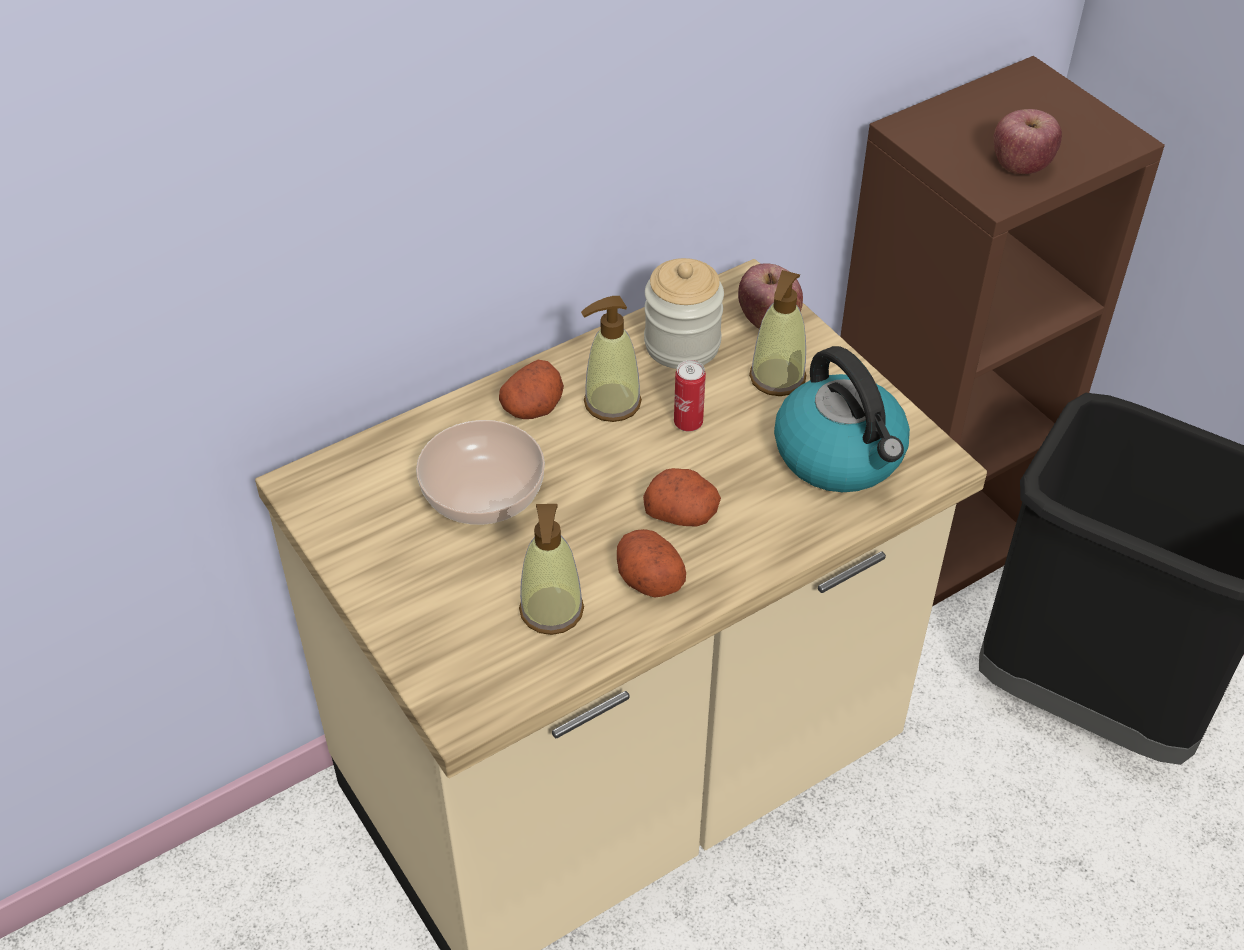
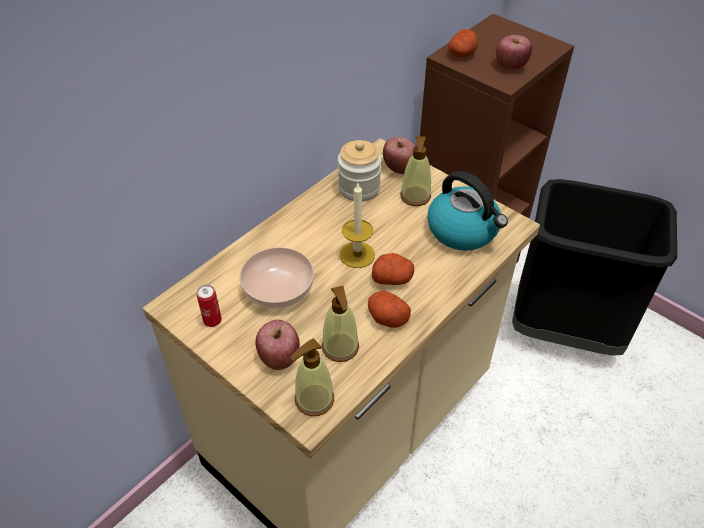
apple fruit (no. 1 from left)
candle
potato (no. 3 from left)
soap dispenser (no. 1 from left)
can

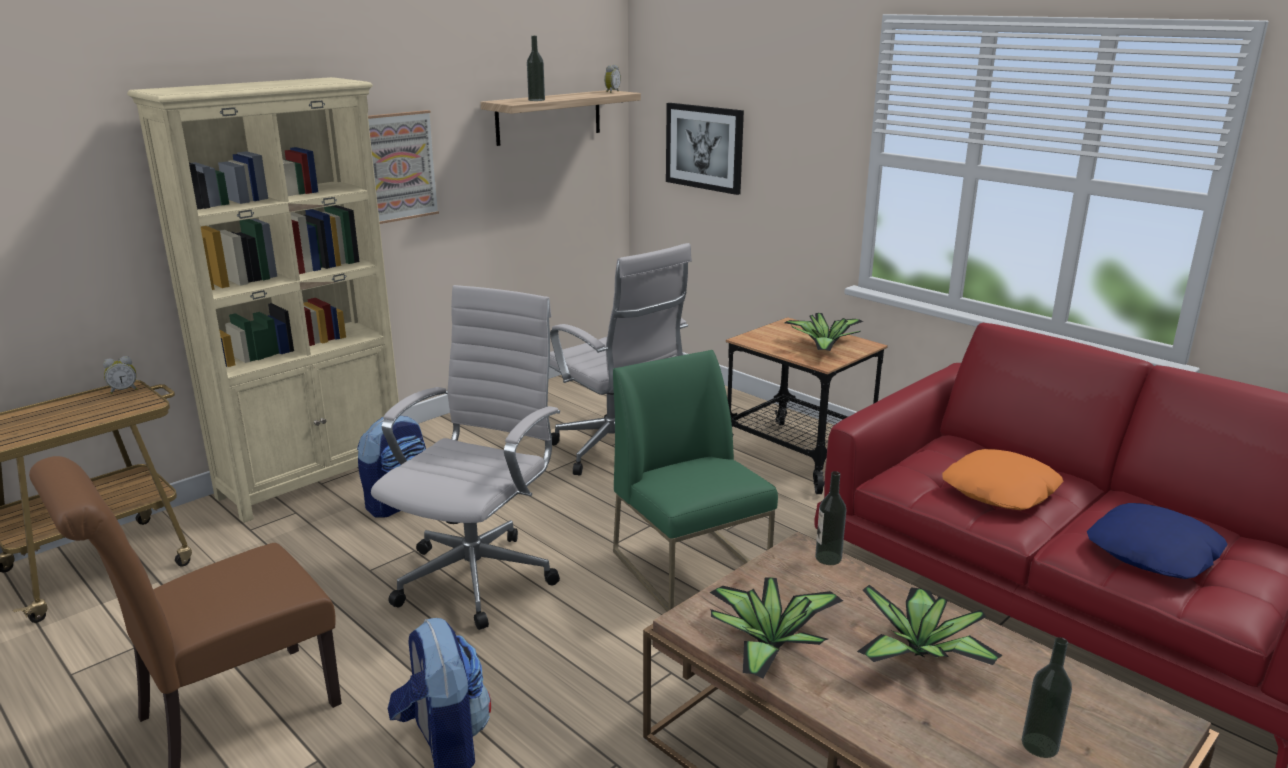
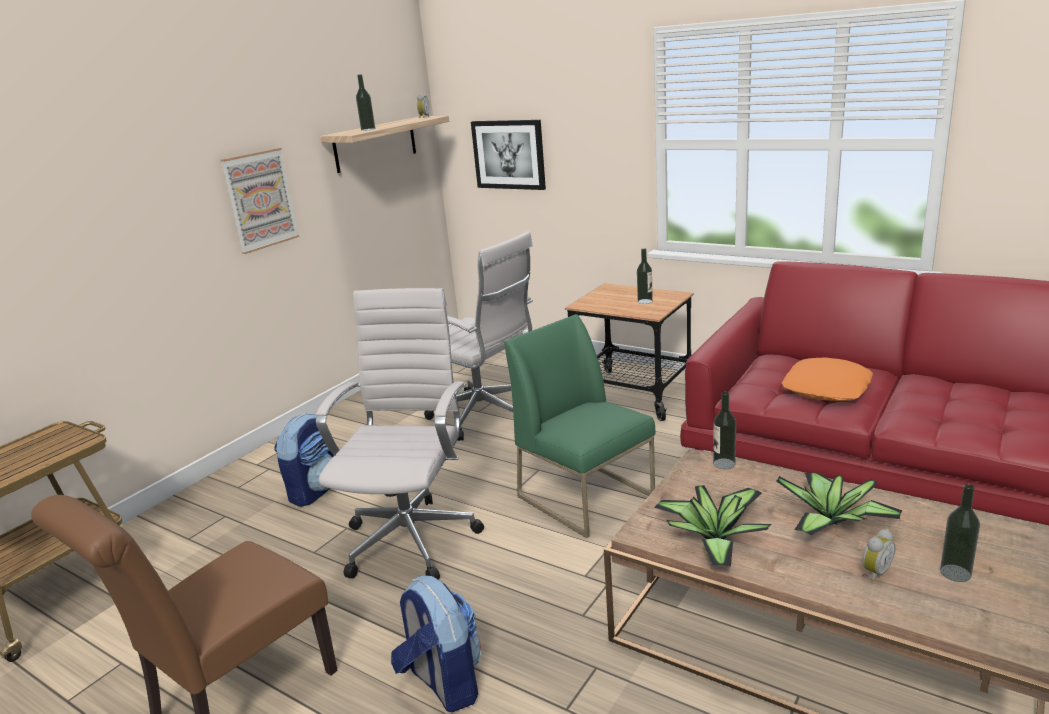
beige-coloured shelving unit
bluish throw pillow
alarm clock (no. 2 from left)
beverage bottle (no. 2 from left)

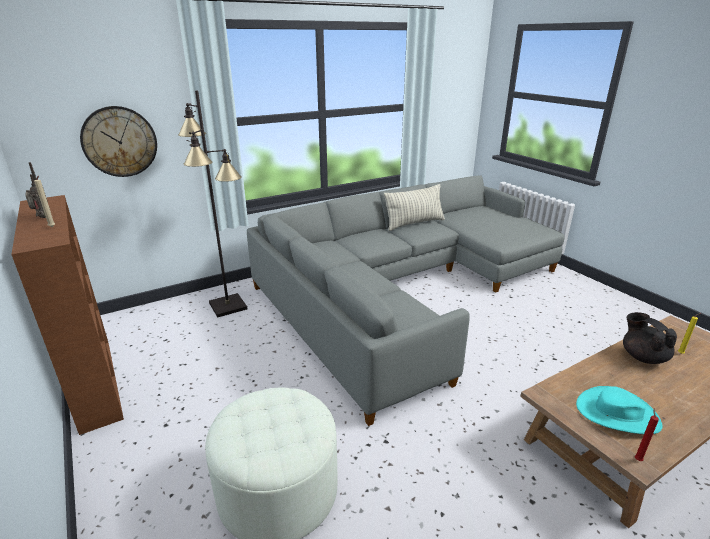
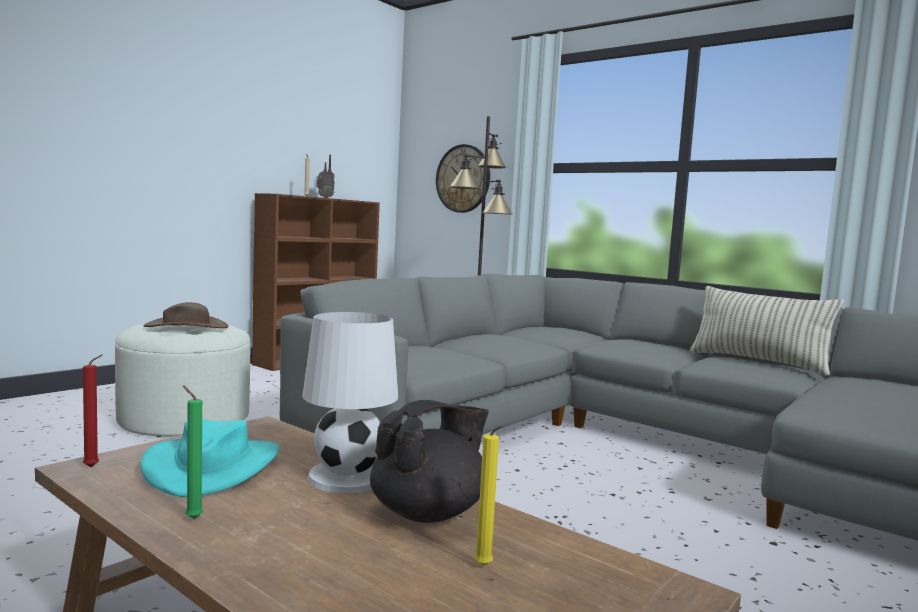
brown clothing hat
green-coloured candle
whitish table lamp

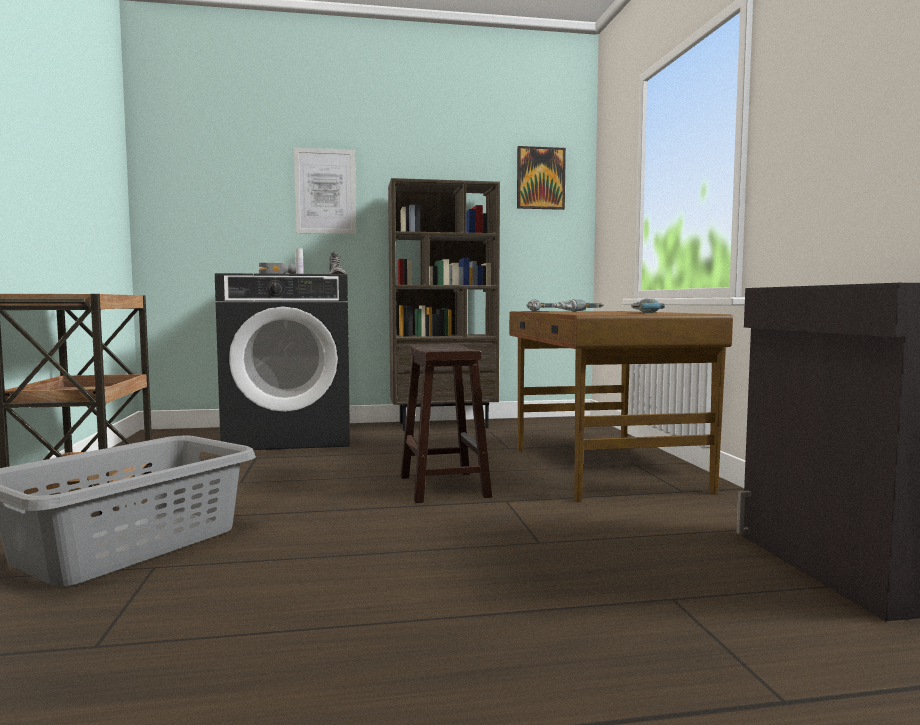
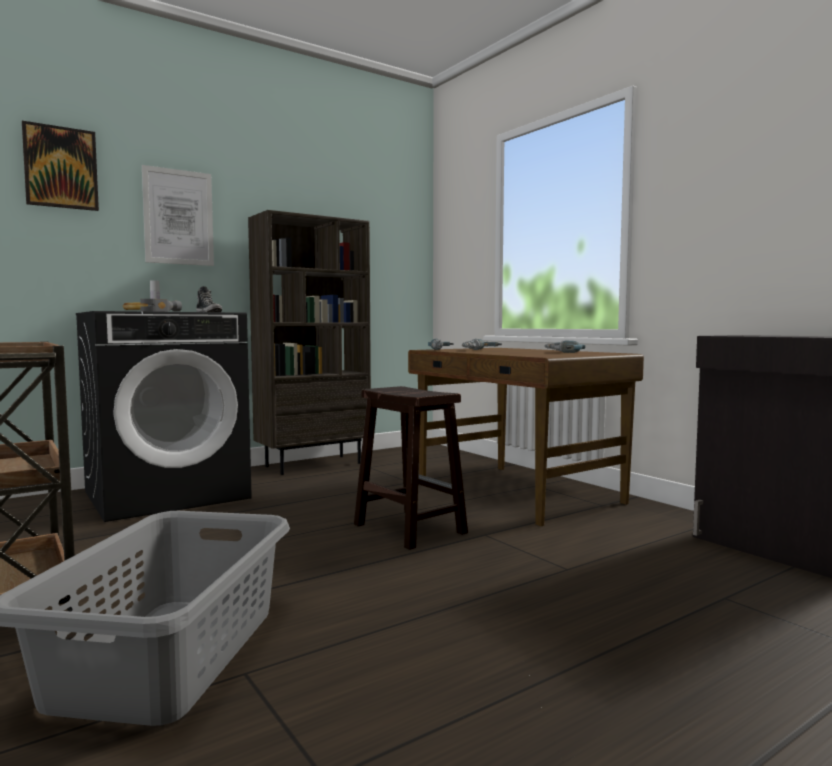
wall art (no. 1 from left)

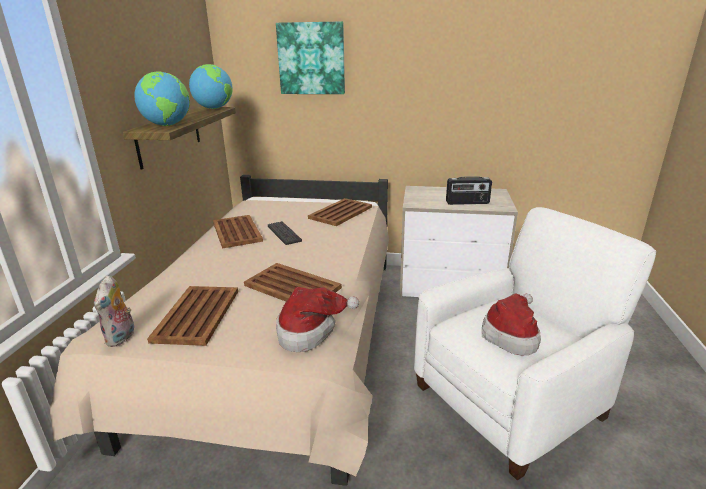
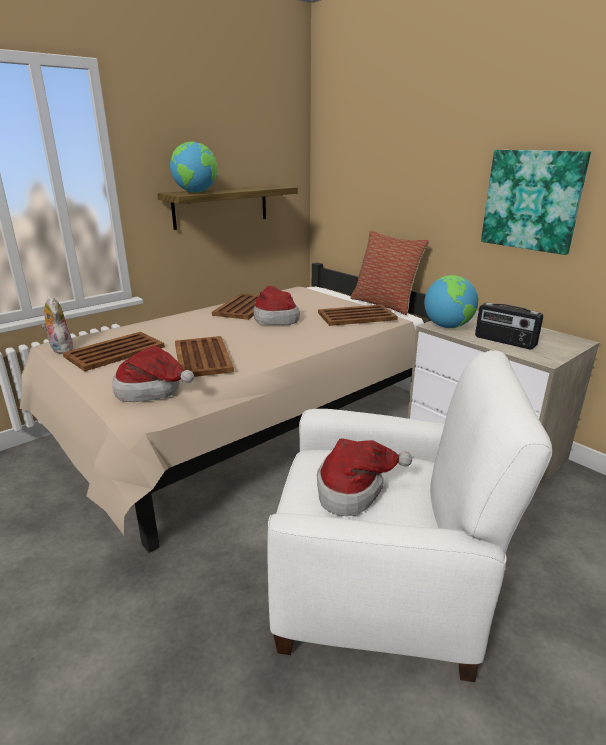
throw pillow
desk globe (no. 2 from left)
wall art
clothing hat (no. 2 from left)
plush toy

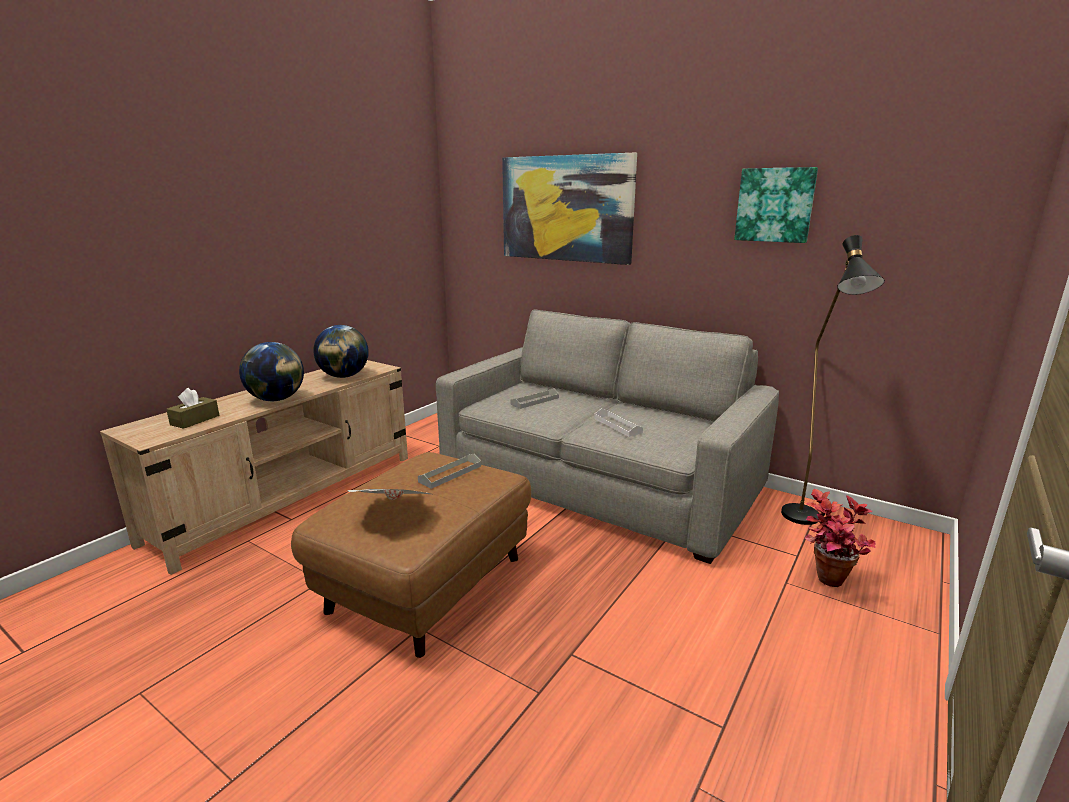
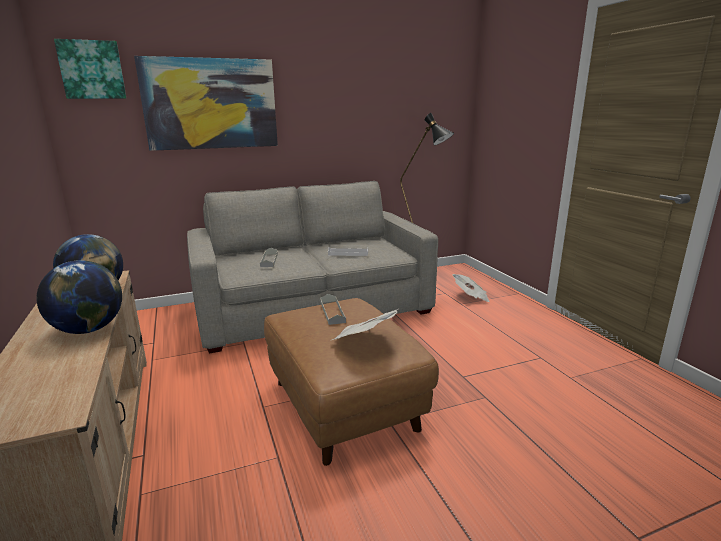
brown tissue holder
wall art (no. 1 from left)
printed paper (no. 2 from left)

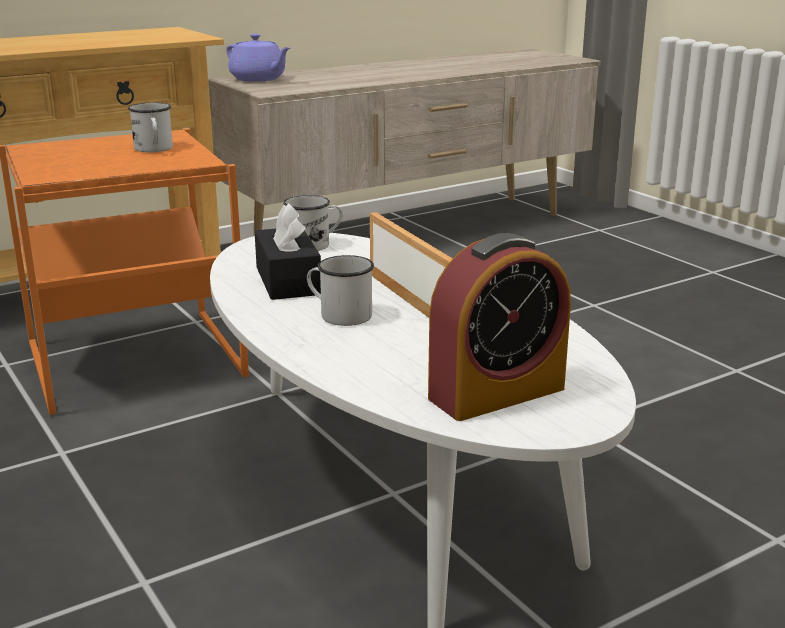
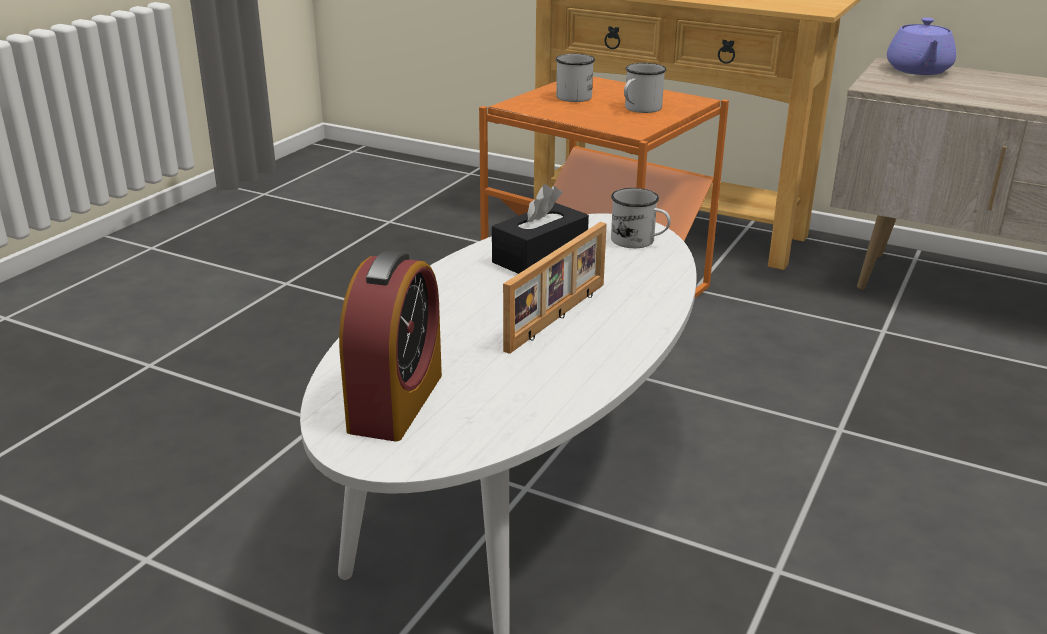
whitish mug (no. 1 from left)
alarm clock

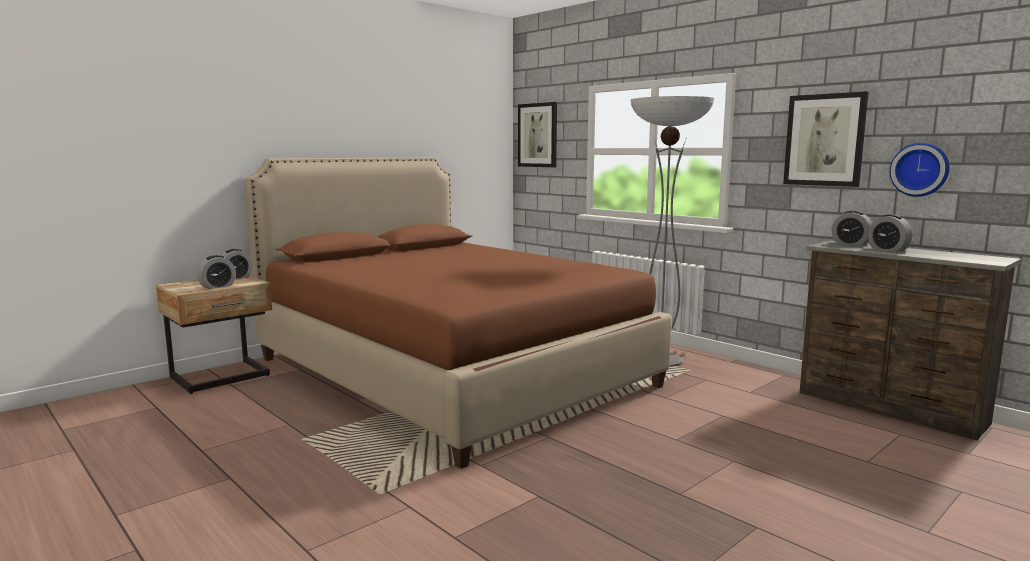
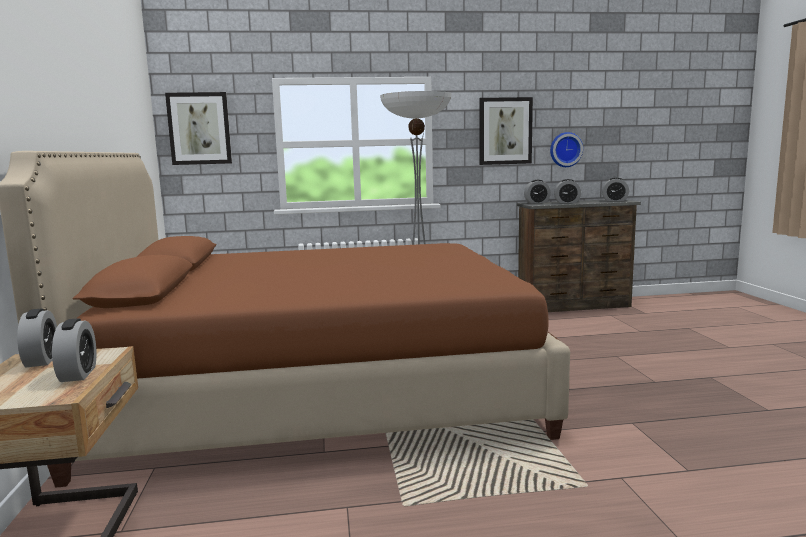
alarm clock (no. 5 from left)

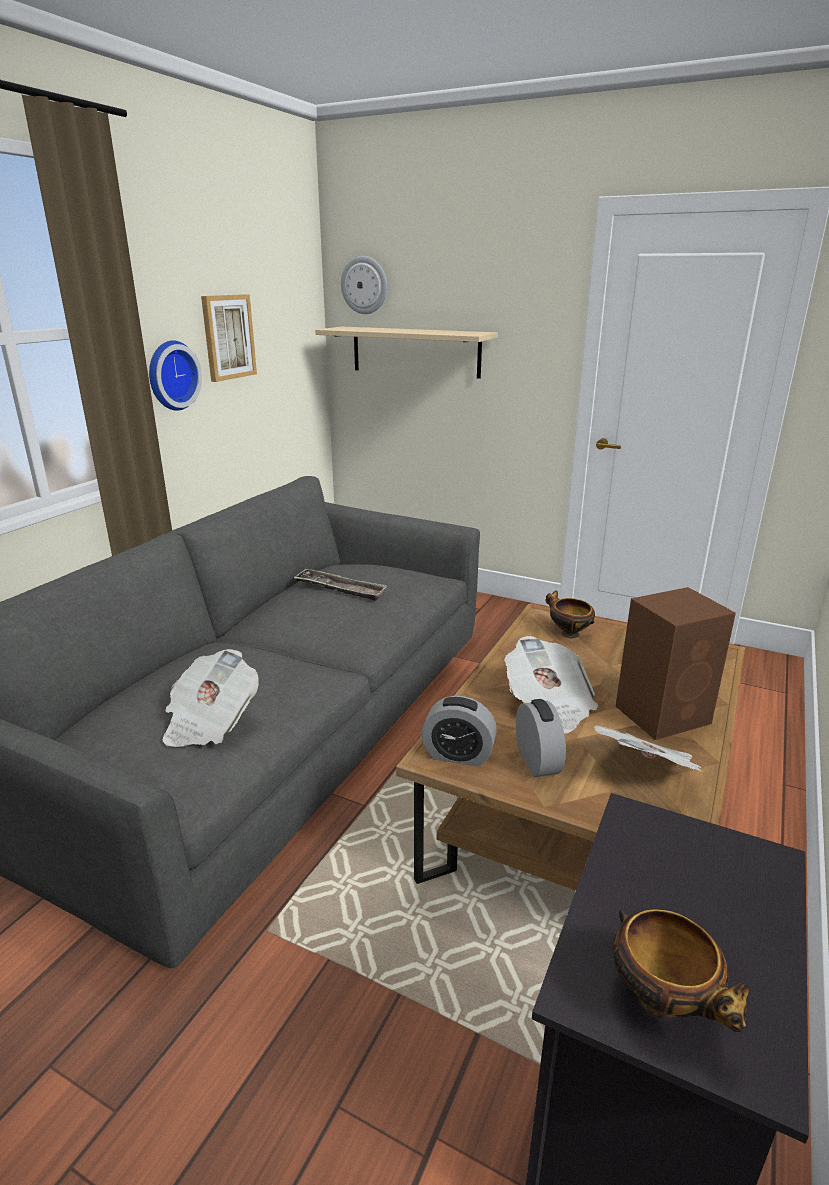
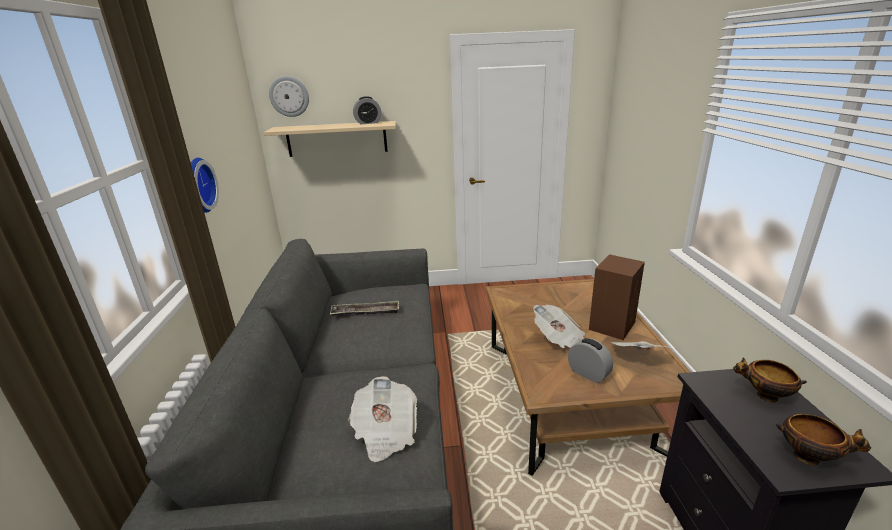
wall art
alarm clock (no. 1 from left)
serving bowl (no. 1 from left)

